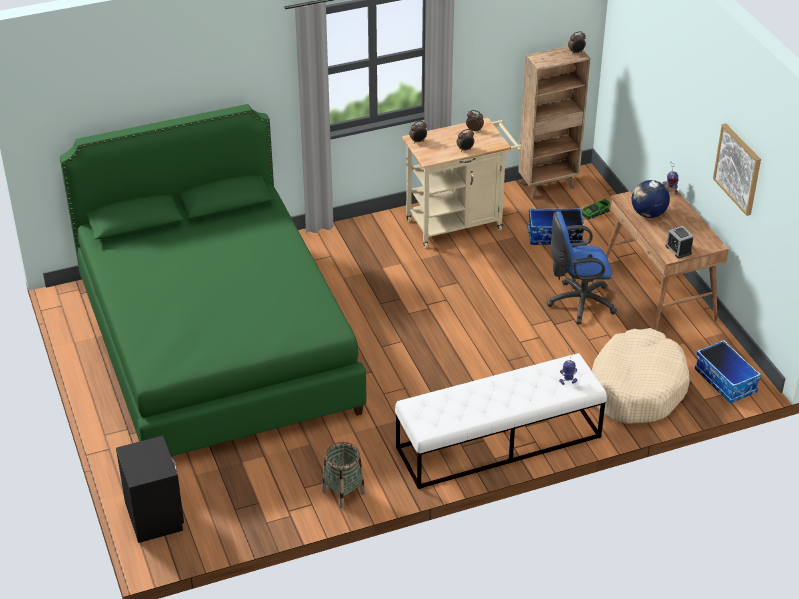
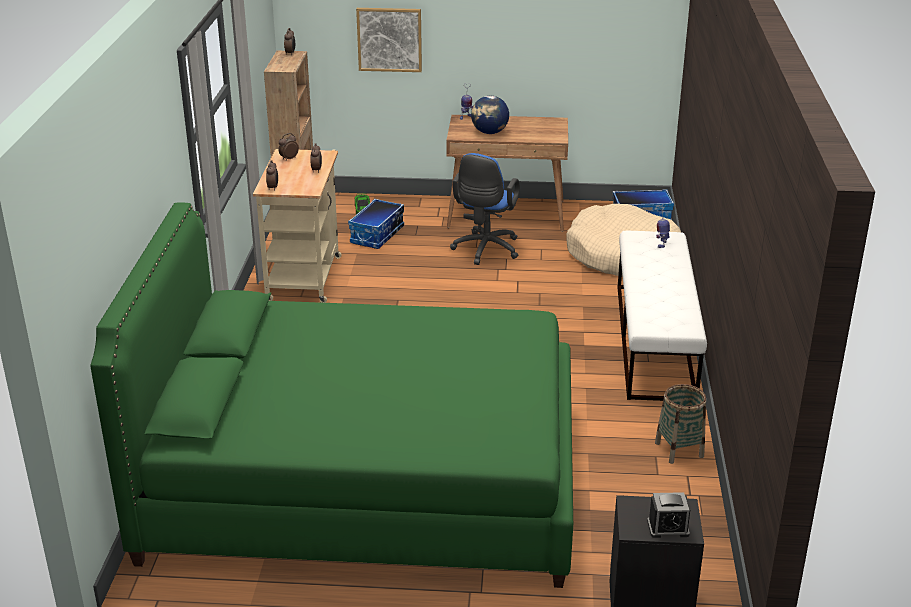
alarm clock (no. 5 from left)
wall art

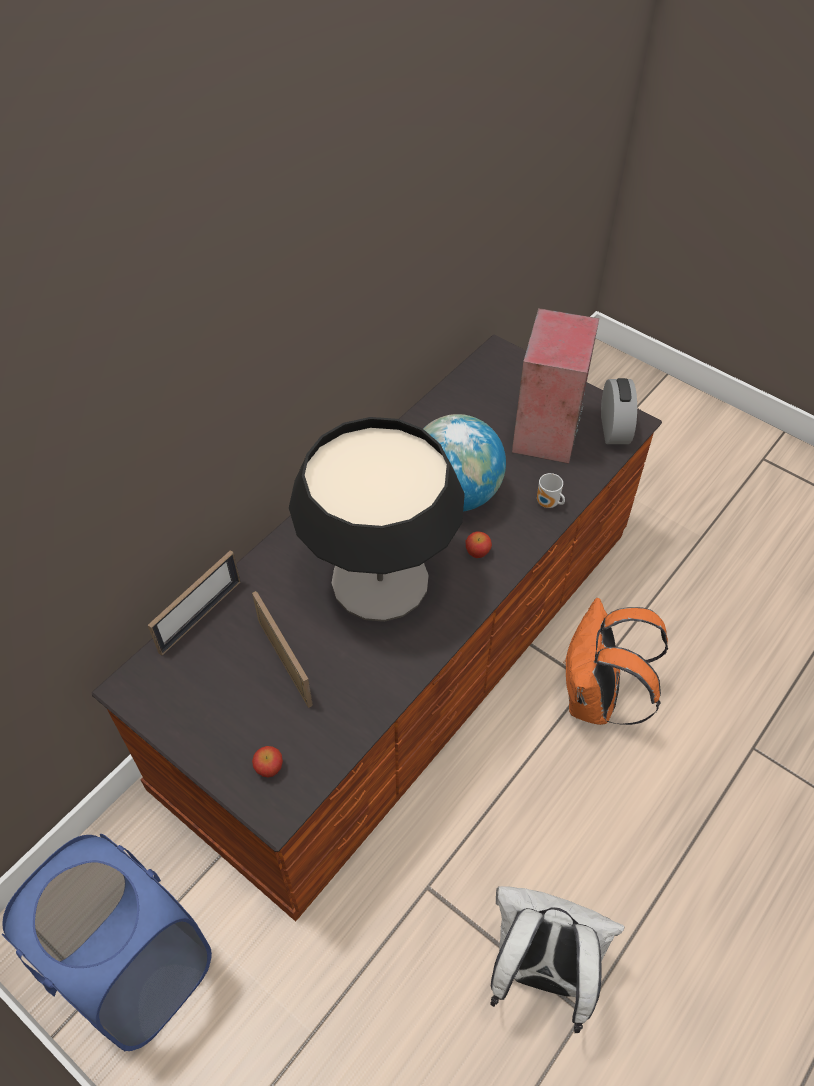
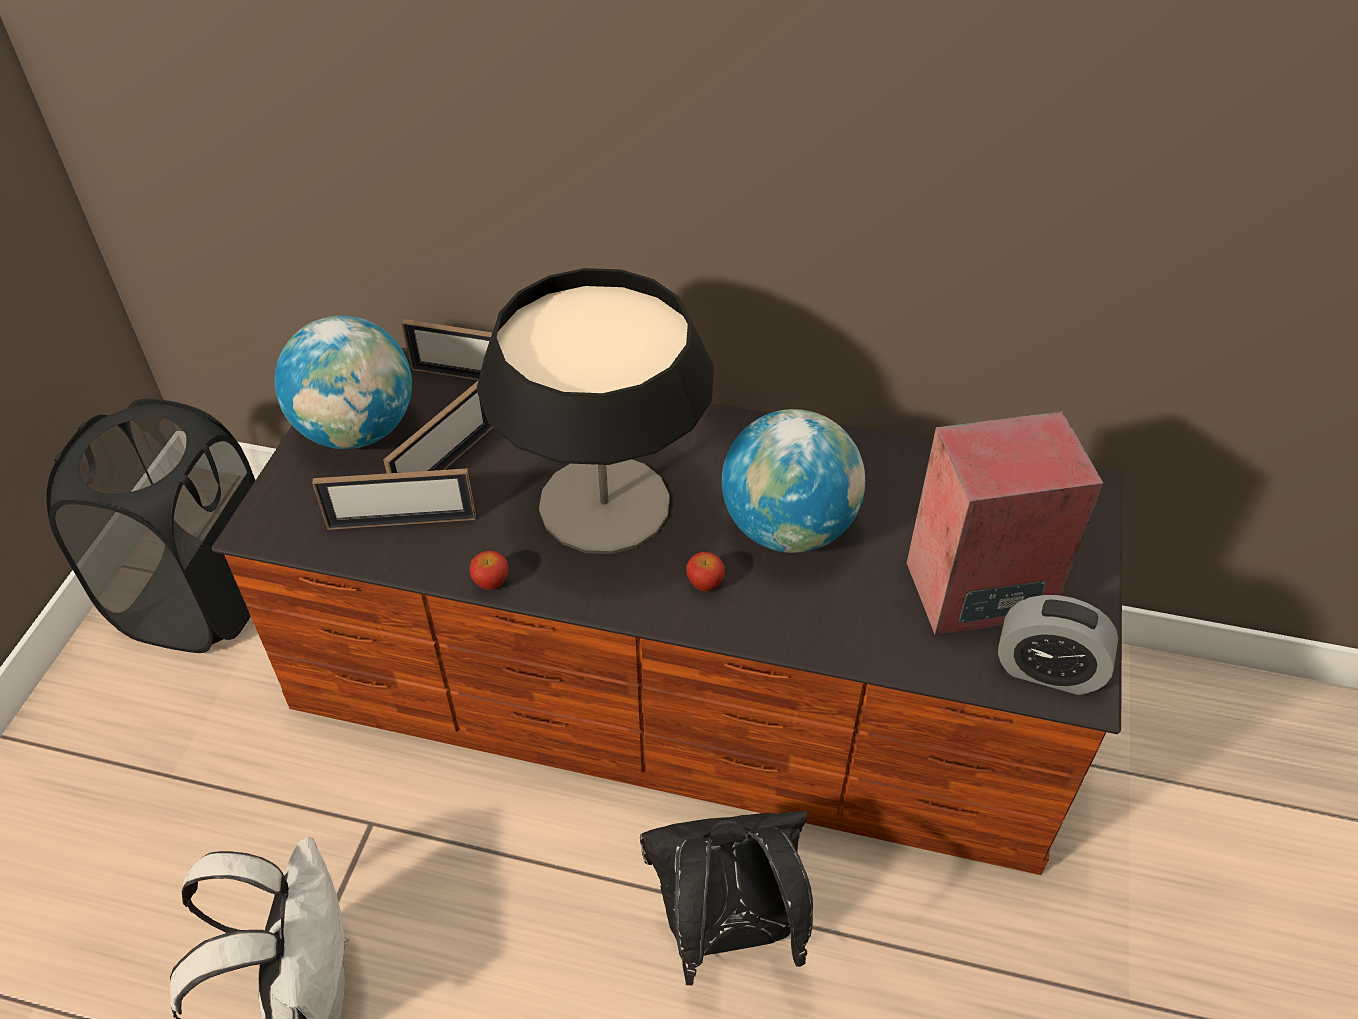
mug
desk globe (no. 1 from left)
standing frame (no. 1 from left)
apple fruit (no. 1 from left)
black-coloured washing basket
black-coloured backpack
alarm clock

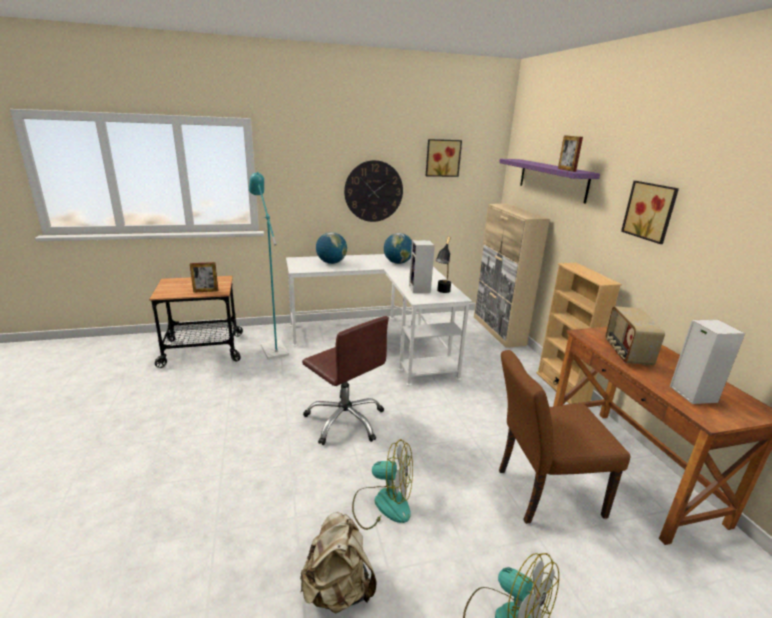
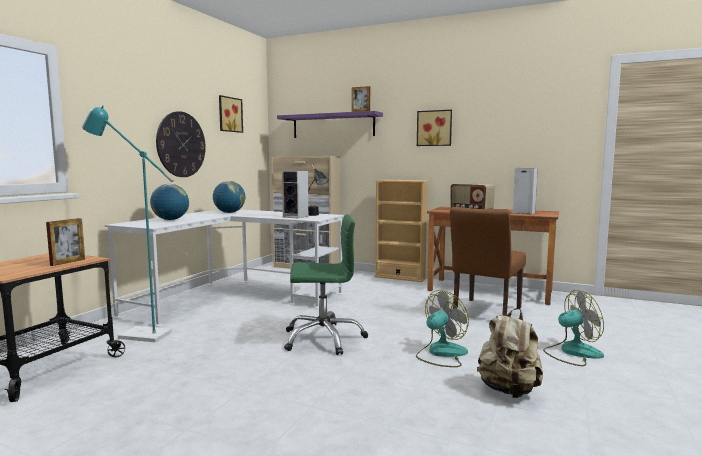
green-coloured desk chair

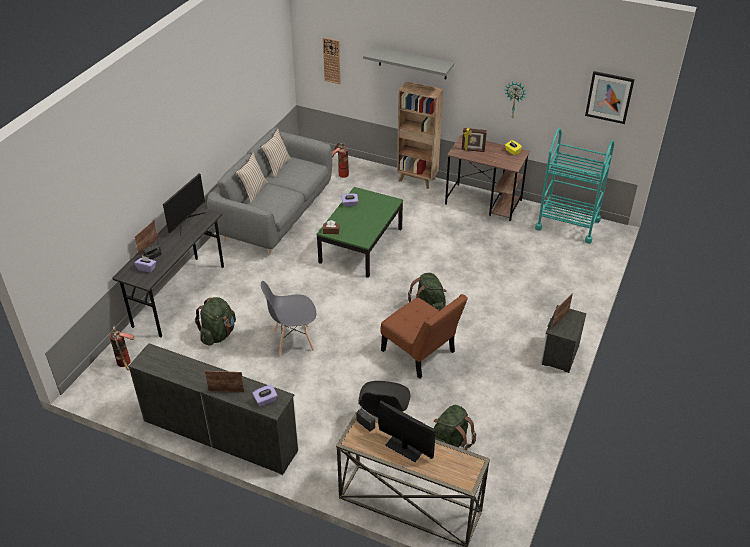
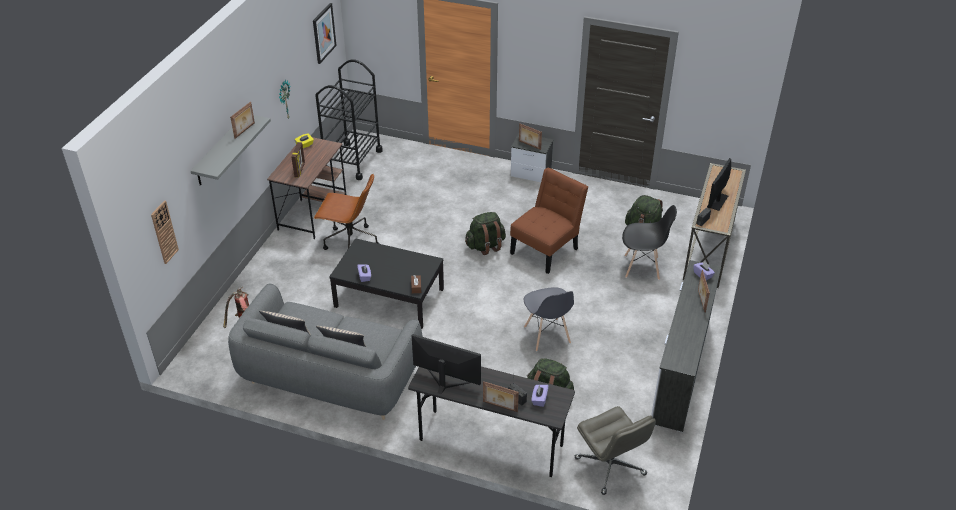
brown shelving unit
standing frame (no. 1 from left)
brown desk chair
grey desk chair
black-coloured low table
black-coloured trolley

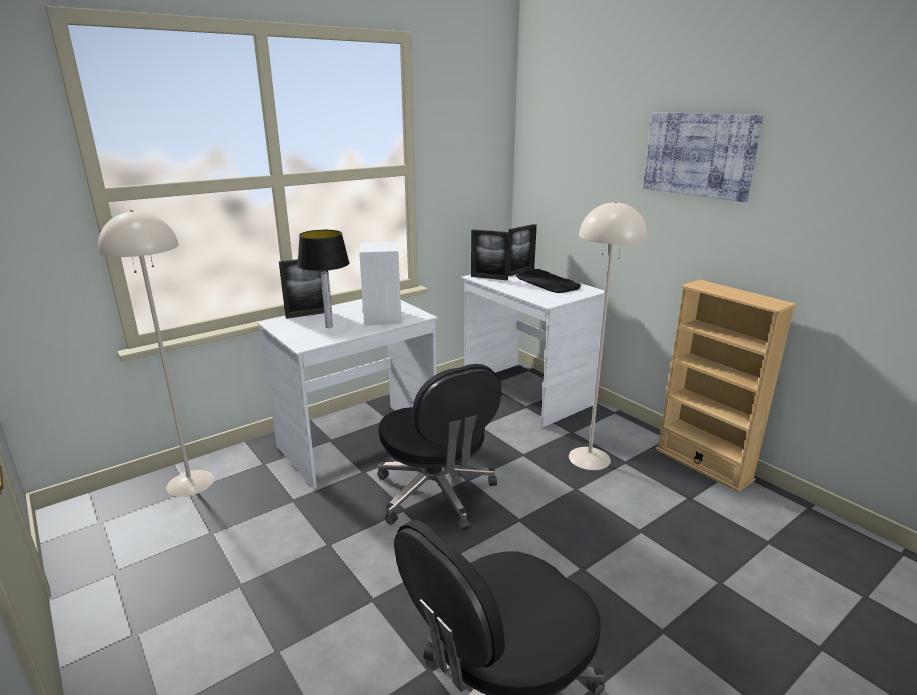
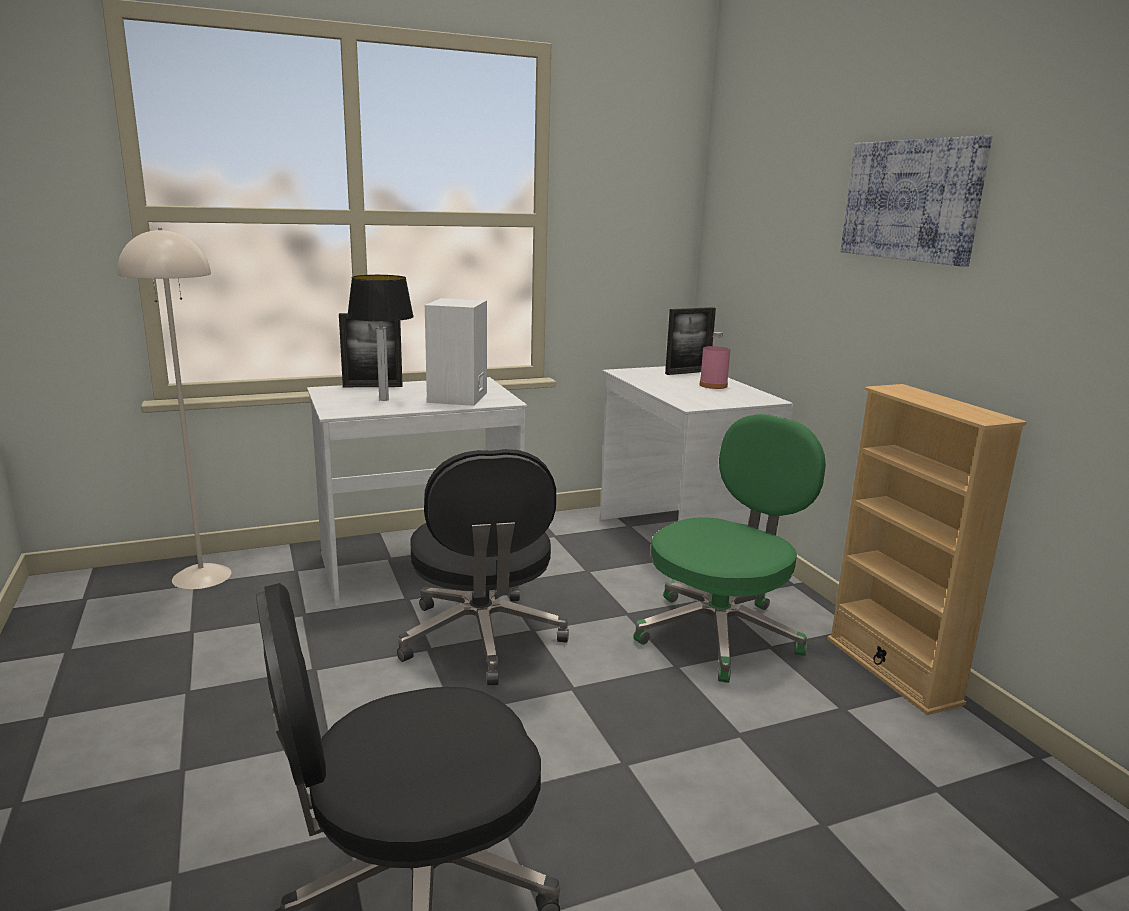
standing frame (no. 2 from left in the first image)
pink beverage bottle
green-coloured desk chair

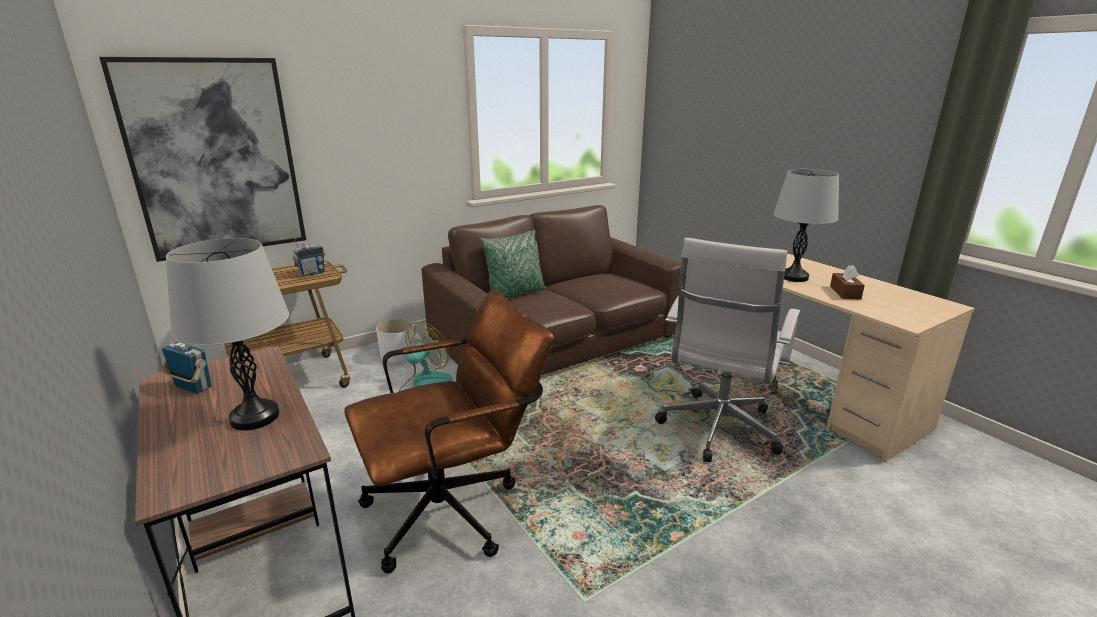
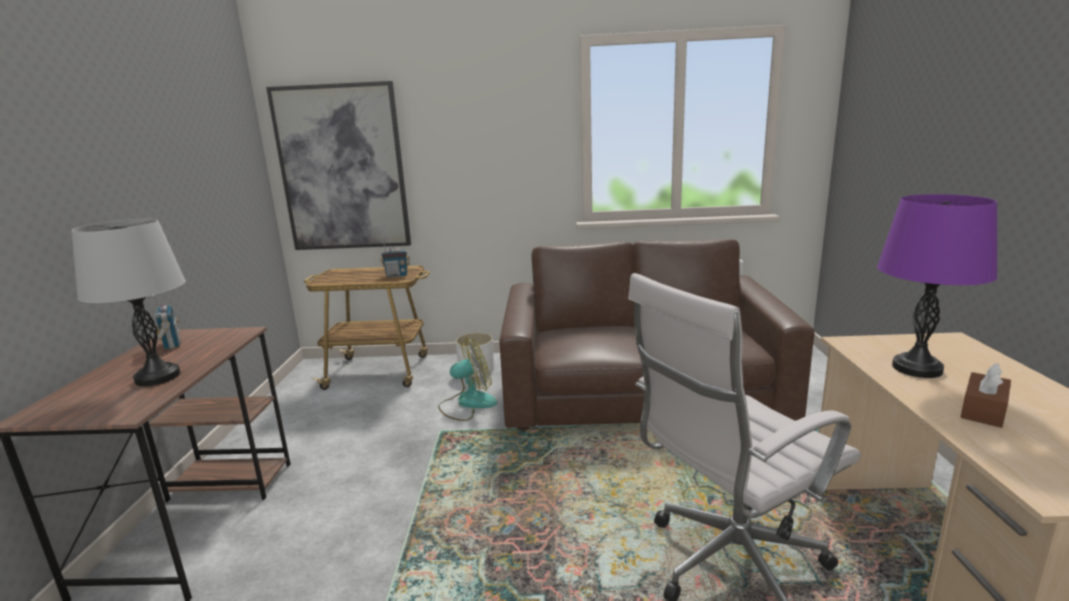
brown desk chair
green-coloured throw pillow
purple table lamp

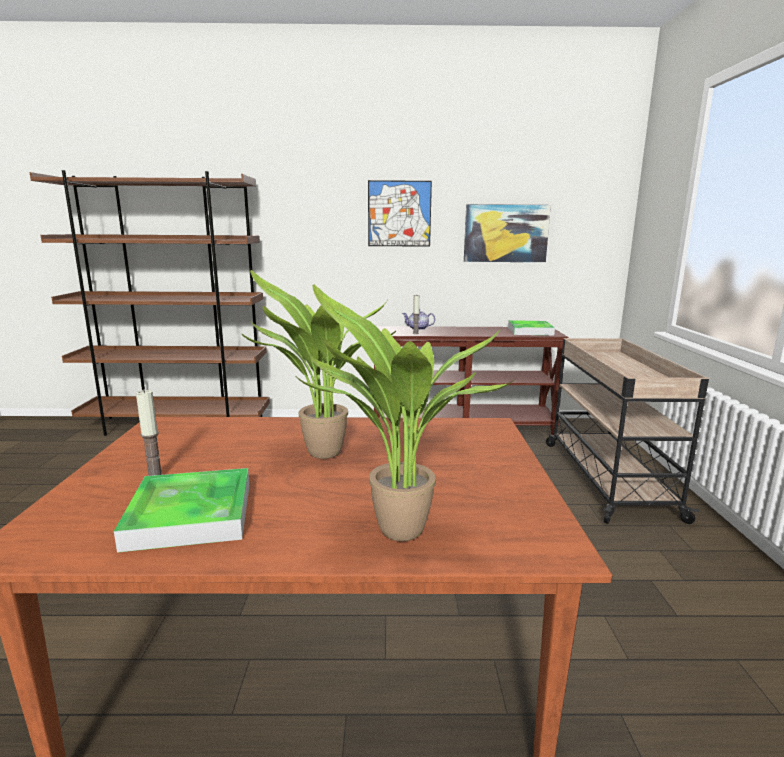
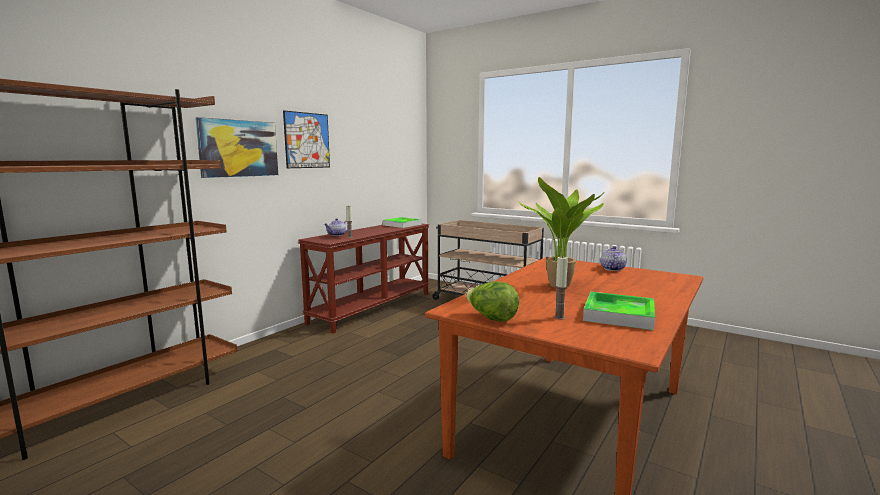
plant in a pot (no. 2 from left in the first image)
lettuce head
tea pot (no. 2 from left)
wall art (no. 1 from left)

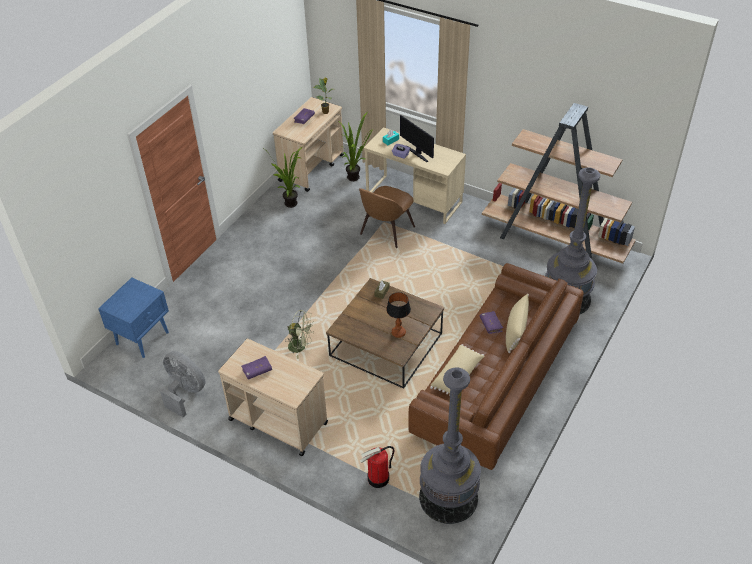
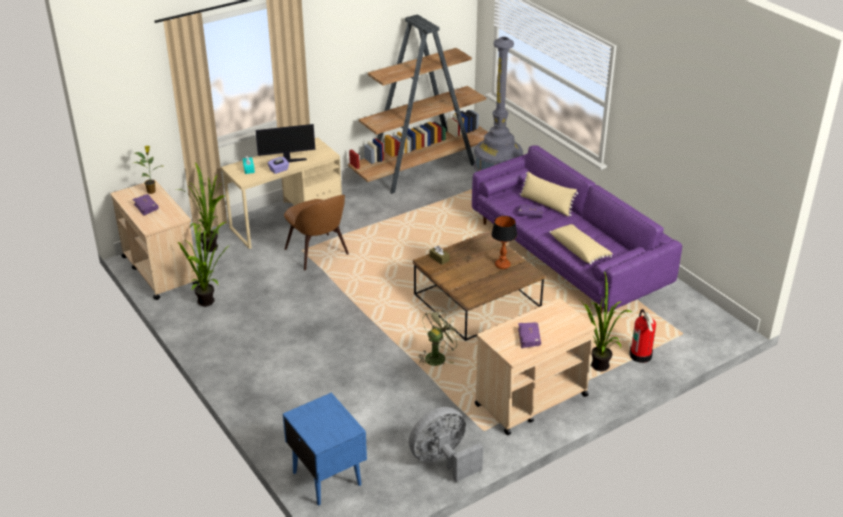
grey standard lamp (no. 1 from left in the first image)
plant in a pot (no. 4 from left)
purple couch

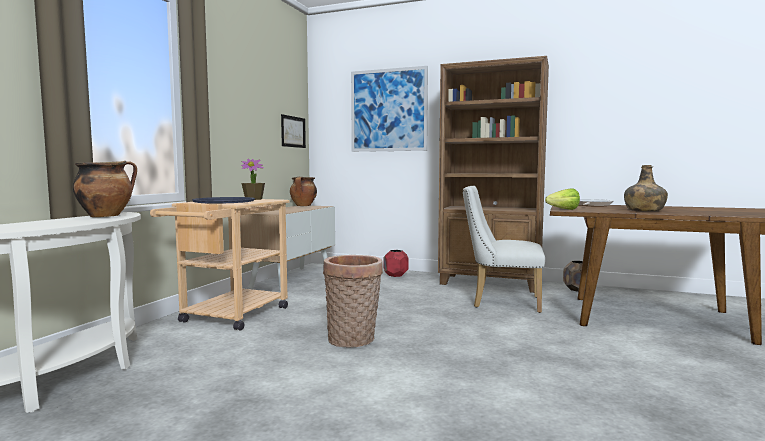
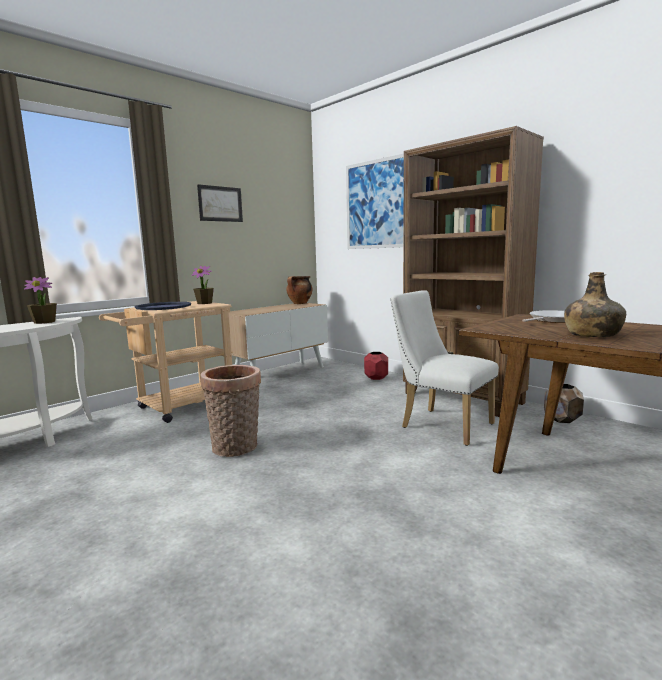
lettuce head
wall art (no. 1 from left)
plant in a pot (no. 1 from left)

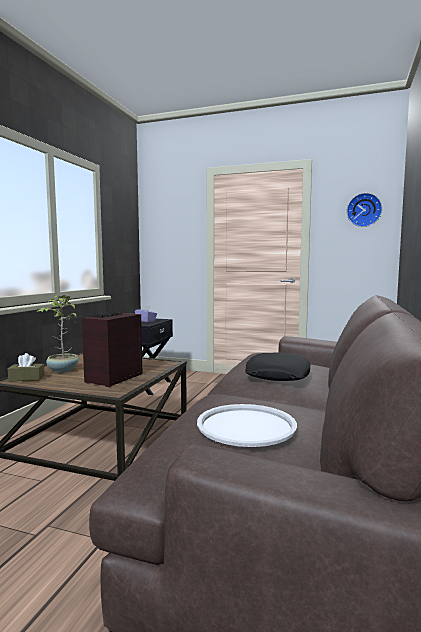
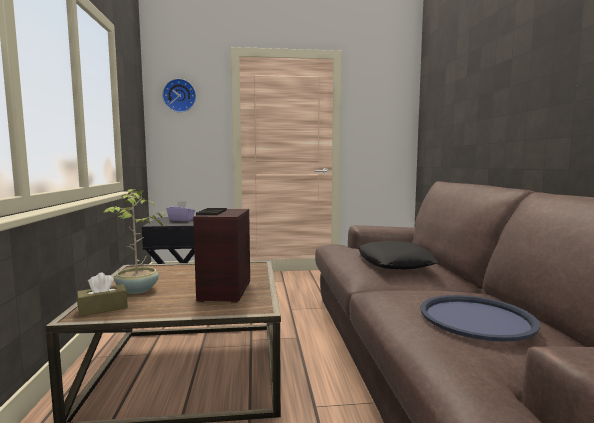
clock on the wall
bluish serving tray

